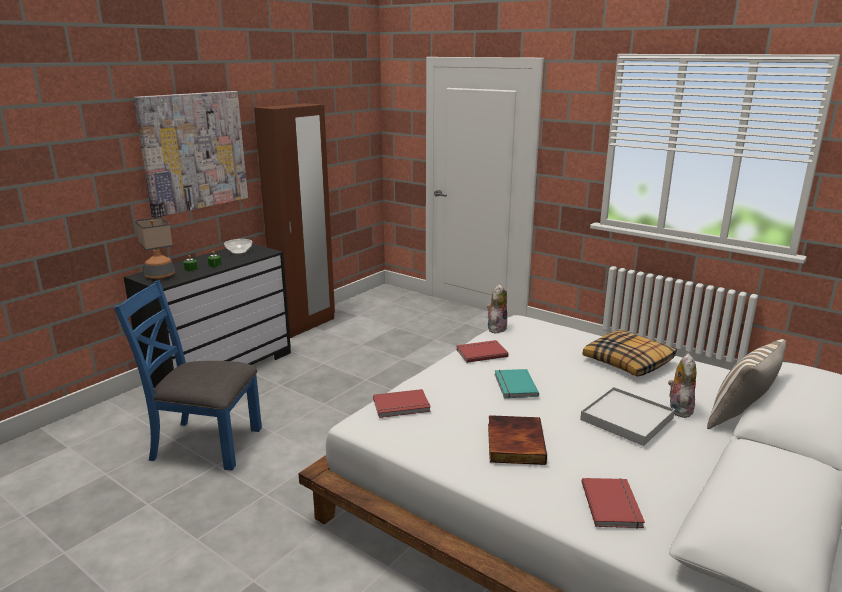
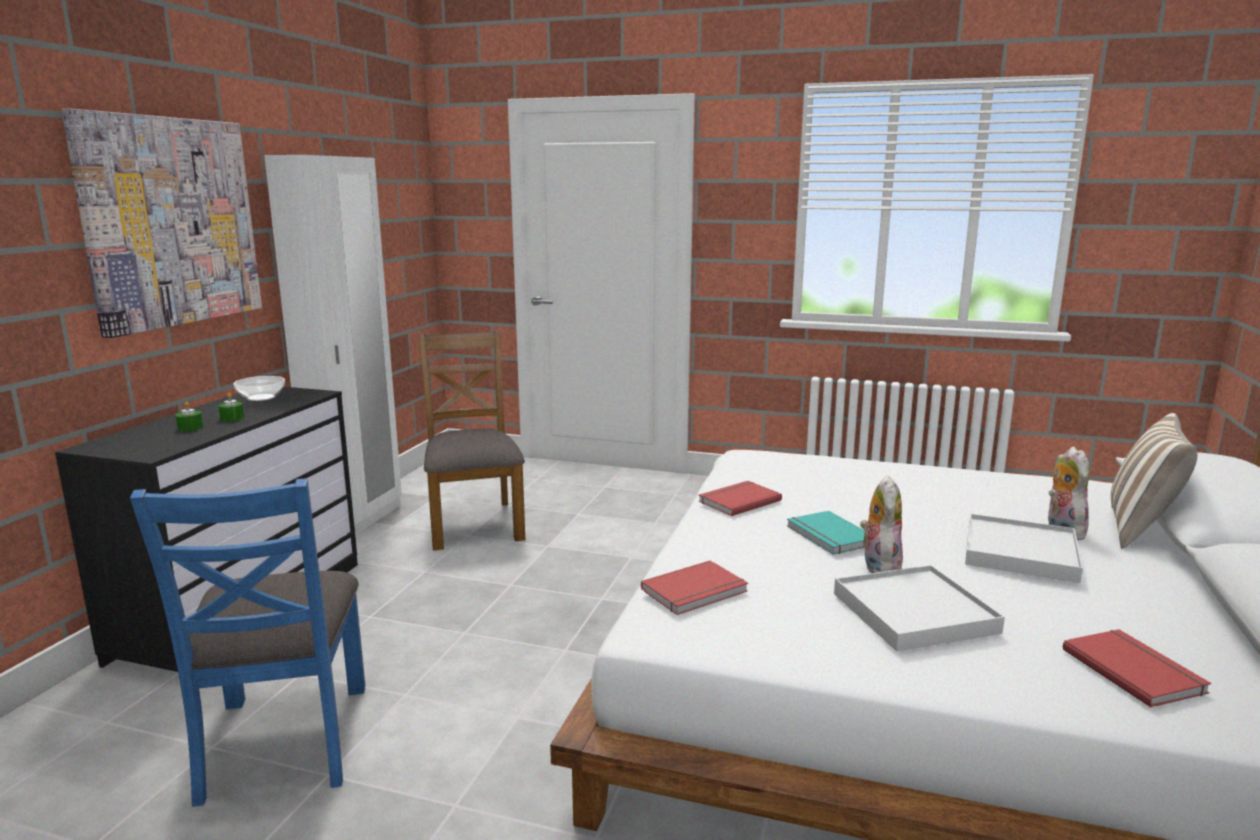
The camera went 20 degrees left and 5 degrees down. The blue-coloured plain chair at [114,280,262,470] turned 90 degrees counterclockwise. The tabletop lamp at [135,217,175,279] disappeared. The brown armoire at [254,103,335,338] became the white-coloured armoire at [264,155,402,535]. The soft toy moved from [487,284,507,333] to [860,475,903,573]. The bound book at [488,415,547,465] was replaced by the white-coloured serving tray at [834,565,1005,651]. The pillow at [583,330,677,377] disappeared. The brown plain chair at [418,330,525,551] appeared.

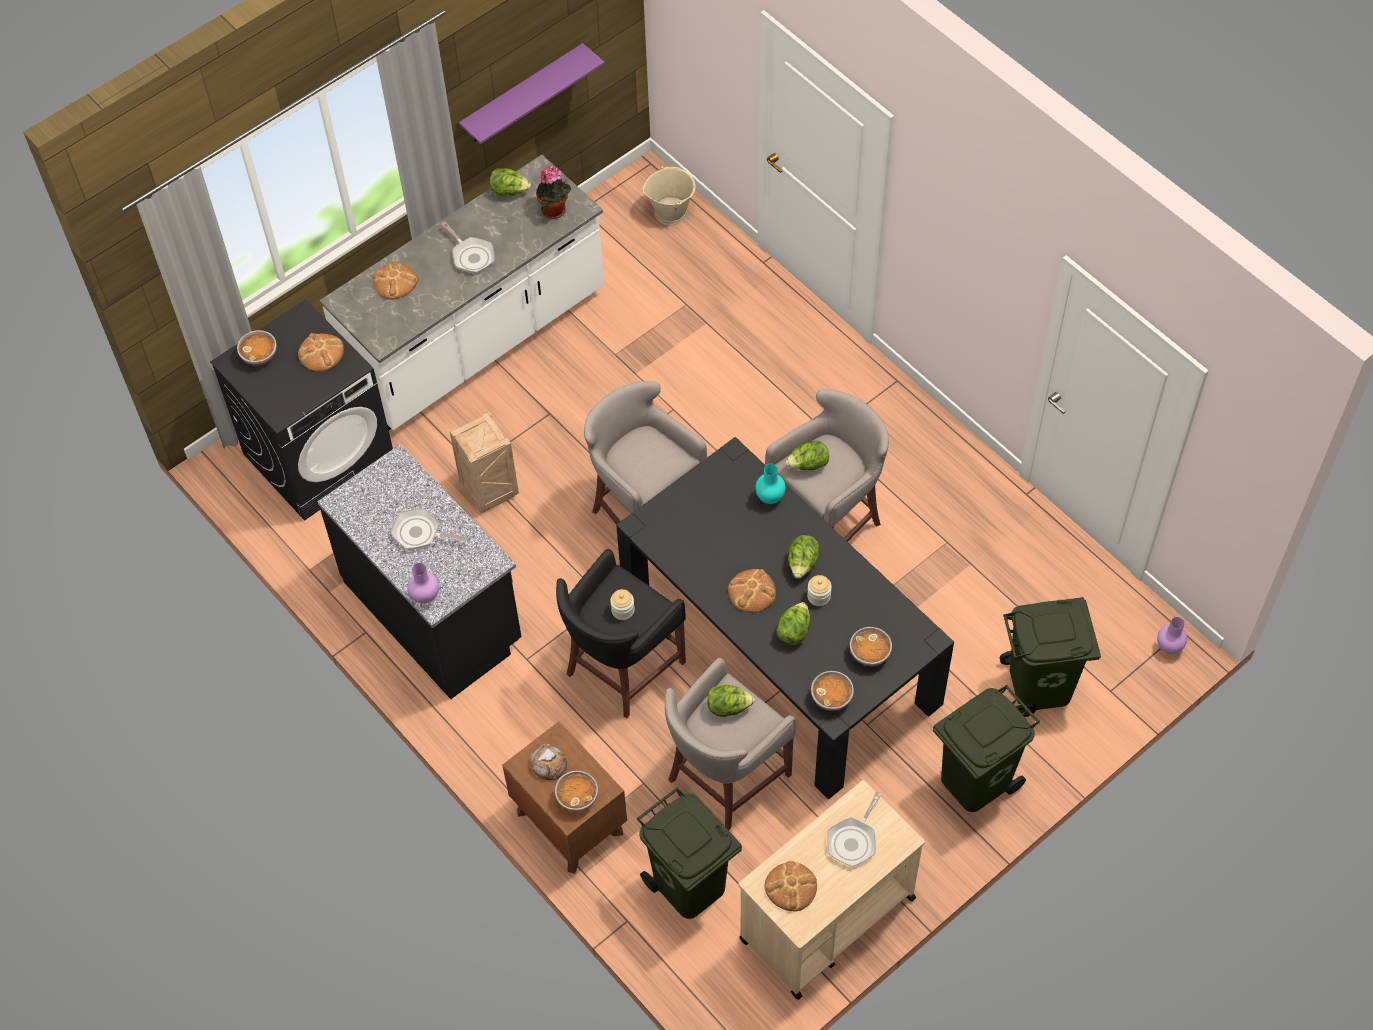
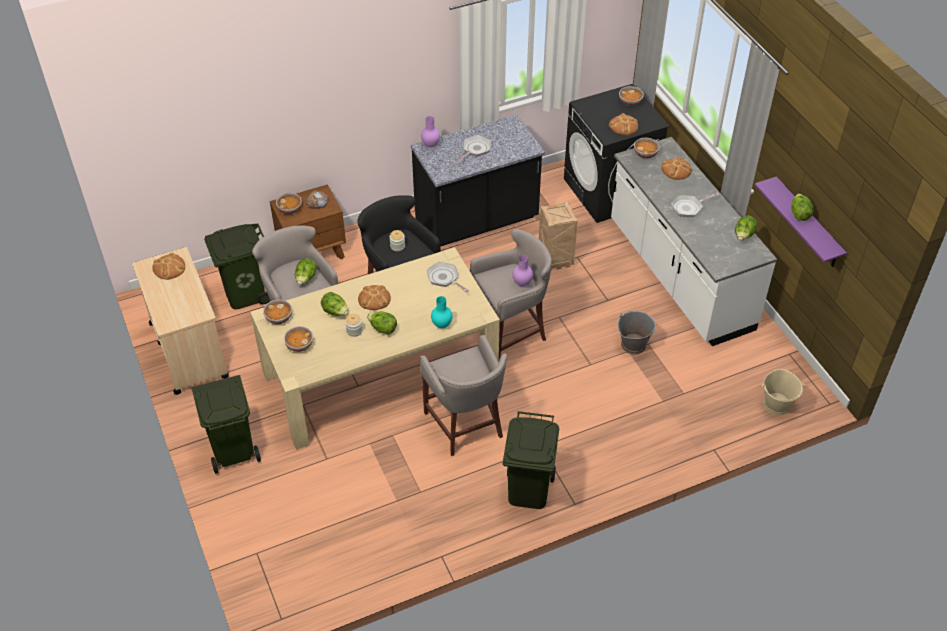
The camera went 105 degrees right and 10 degrees down. The potted plant at [536,166,571,219] disappeared. The blackish dining table at [616,437,954,800] became the beige dining table at [250,247,500,450]. The head of lettuce moved from [786,441,829,471] to [791,194,814,221]. The pan moved from [827,792,882,867] to [427,262,469,293]. The green waste bin moved from [1000,597,1101,717] to [503,411,559,509]. The purplish decorative vase moved from [1157,617,1187,654] to [513,255,533,286]. The gray pail at [618,310,656,355] appeared. The bowl at [634,138,660,159] appeared.

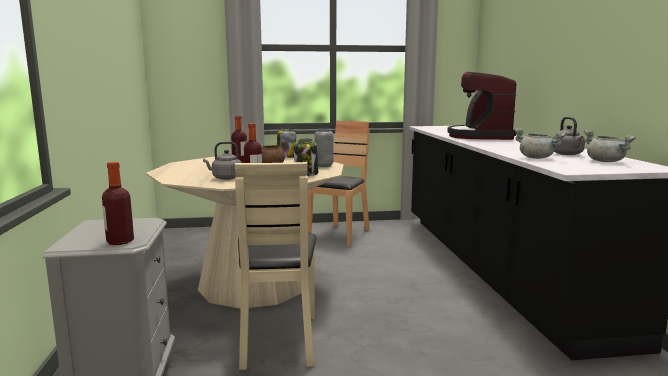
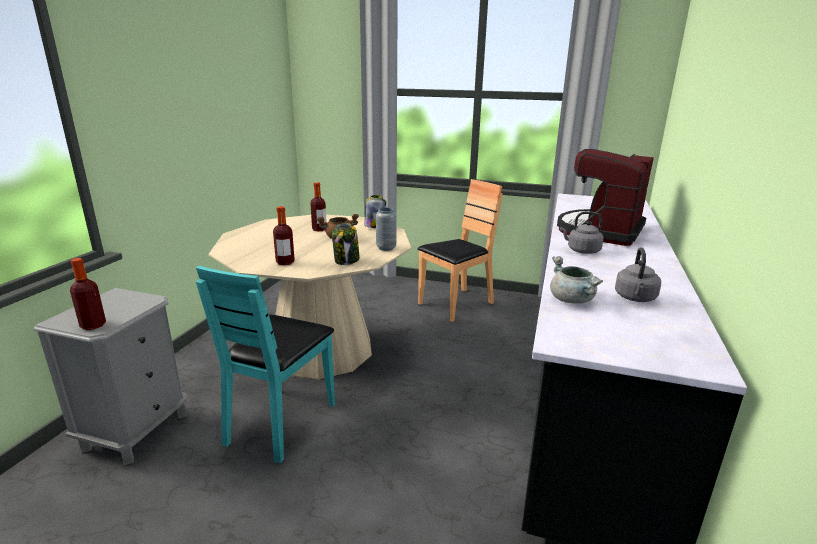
The camera went 25 degrees right and 10 degrees up. The gray water kettle moved from [203,141,242,180] to [560,212,604,254]. The beige plain chair at [235,162,317,370] became the turquoise plain chair at [196,266,335,463]. The gray saucepot at [584,130,636,162] disappeared.

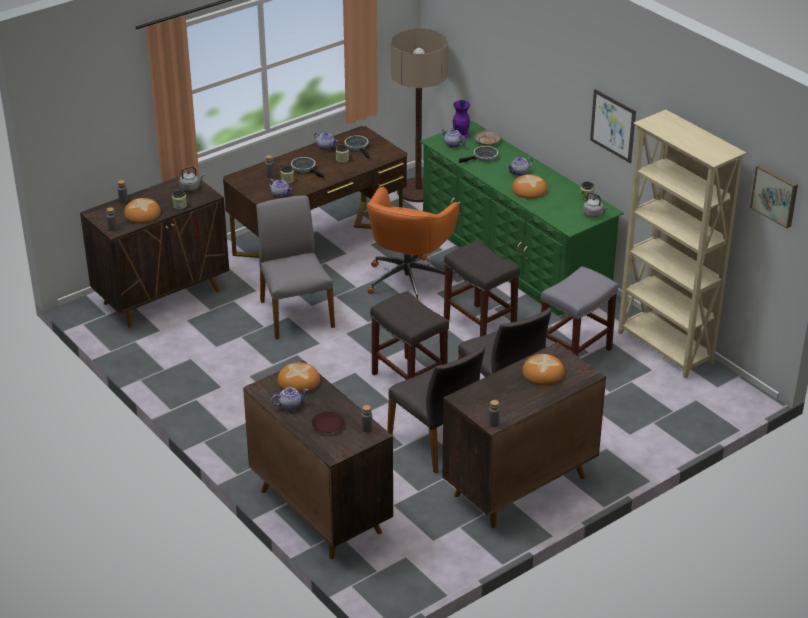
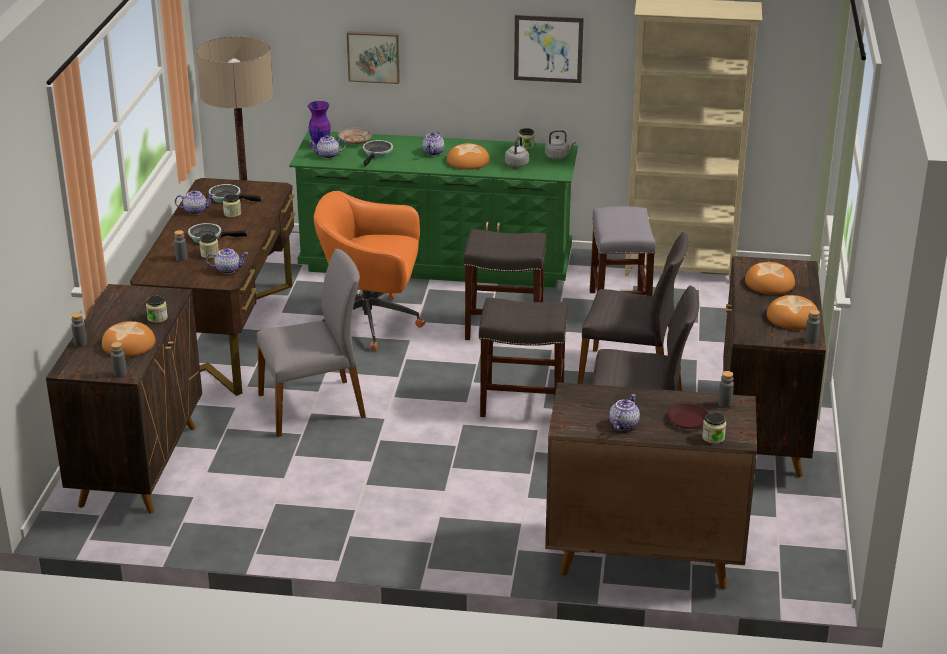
The camera went 45 degrees left and 5 degrees down. The gray water kettle moved from [179,166,205,191] to [505,136,529,168]. The gray plain chair at [256,195,335,340] turned 135 degrees clockwise. The bakery bread moved from [277,362,320,394] to [766,295,818,330]. The orange computer chair at [367,187,460,300] turned 120 degrees clockwise. The wall art moved from [750,164,798,228] to [347,31,400,84]. The storage jar at [702,412,726,444] appeared.

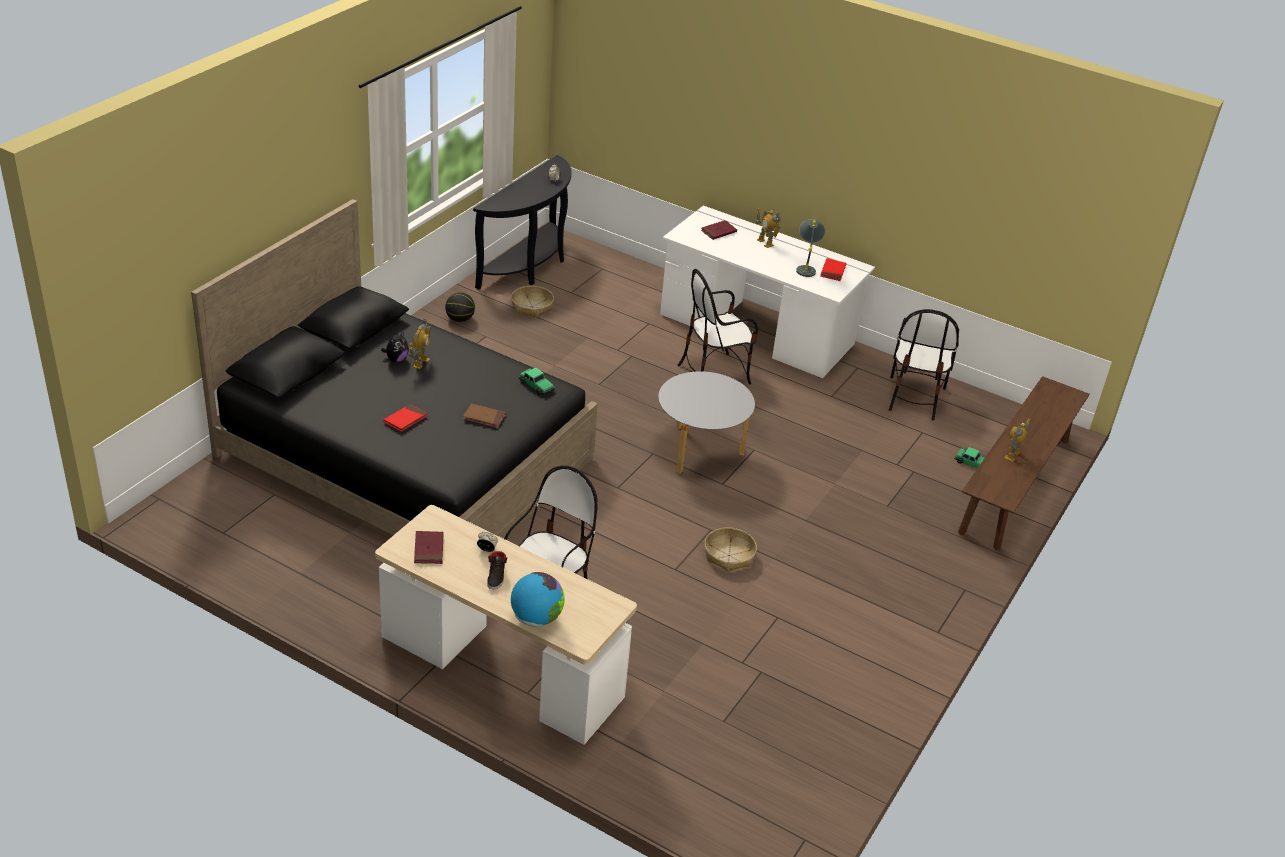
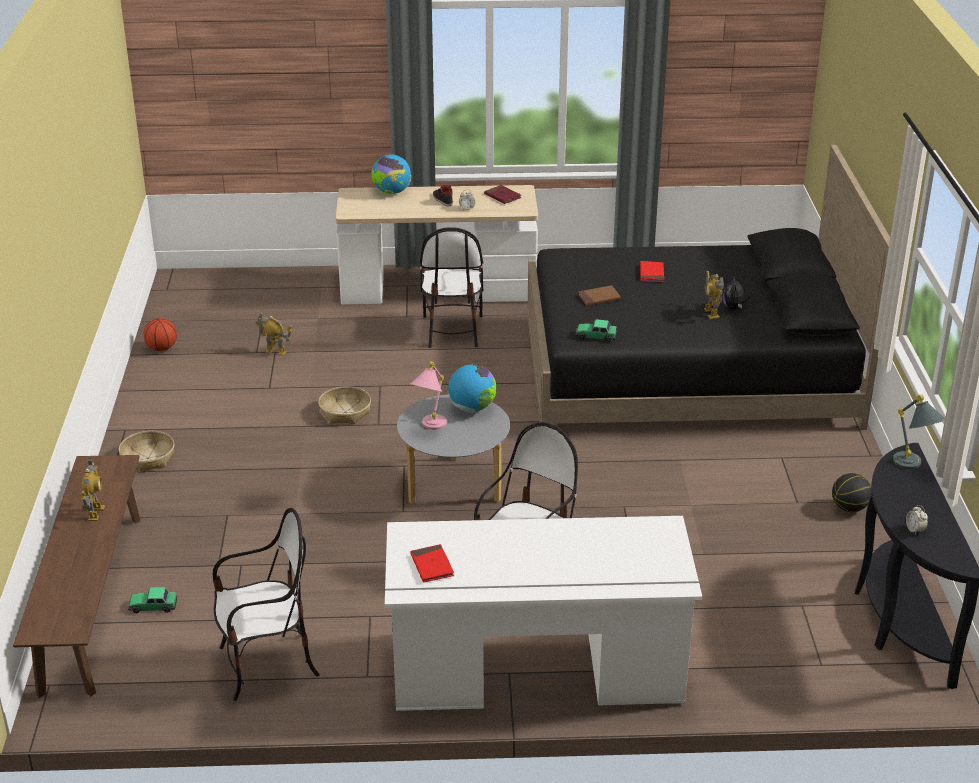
The camera went 150 degrees right and 5 degrees down. The household basket moved from [511,286,554,317] to [119,431,175,473]. The reddish bound book at [701,220,737,240] disappeared. The model robot moved from [756,208,781,248] to [256,312,292,356]. The gray tabletop lamp moved from [796,219,825,277] to [893,394,946,469]. The plain chair at [889,309,959,420] turned 90 degrees clockwise. The basketball at [144,318,177,351] appeared. The pinkish tabletop lamp at [410,362,447,430] appeared. The globe at [448,364,497,413] appeared.

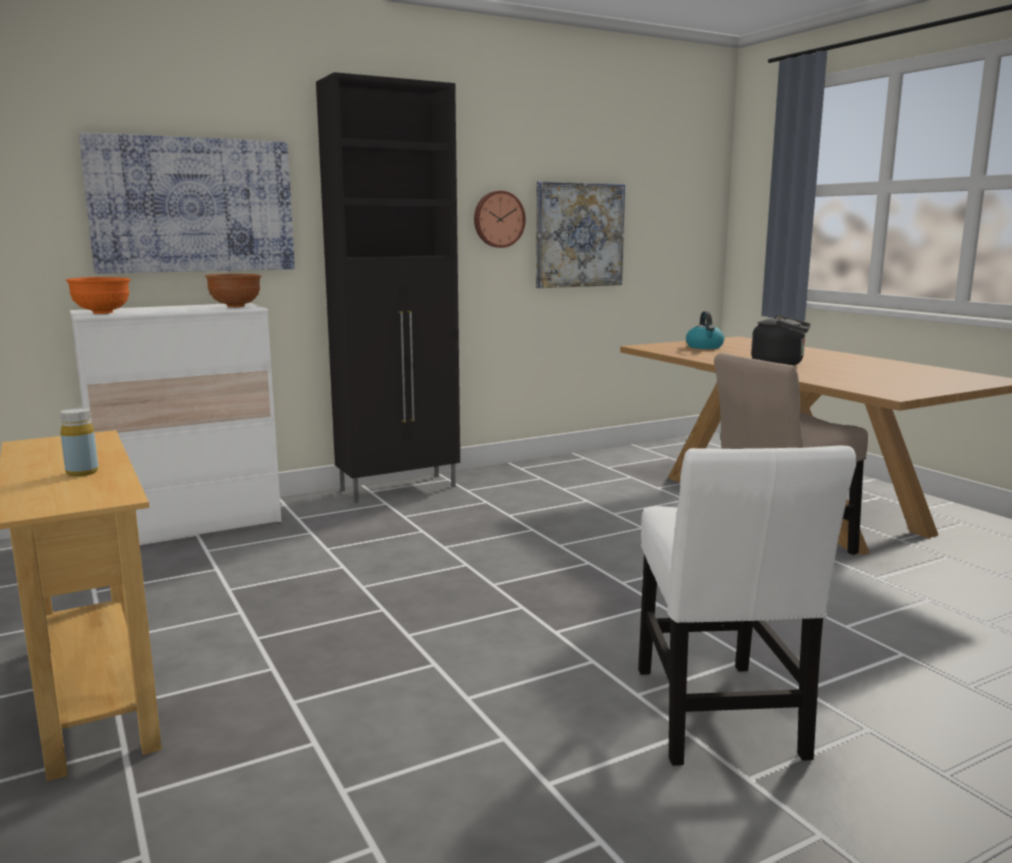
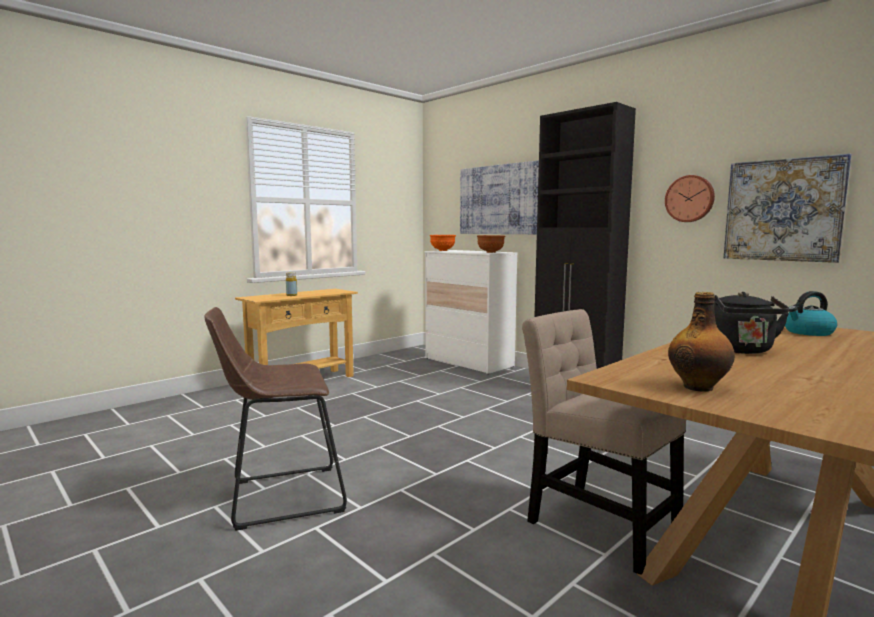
The camera went 75 degrees right and 5 degrees down. The white-coloured plain chair at [638,445,856,766] was replaced by the brown sitting stool at [204,307,347,531]. The bottle at [668,292,735,392] appeared.

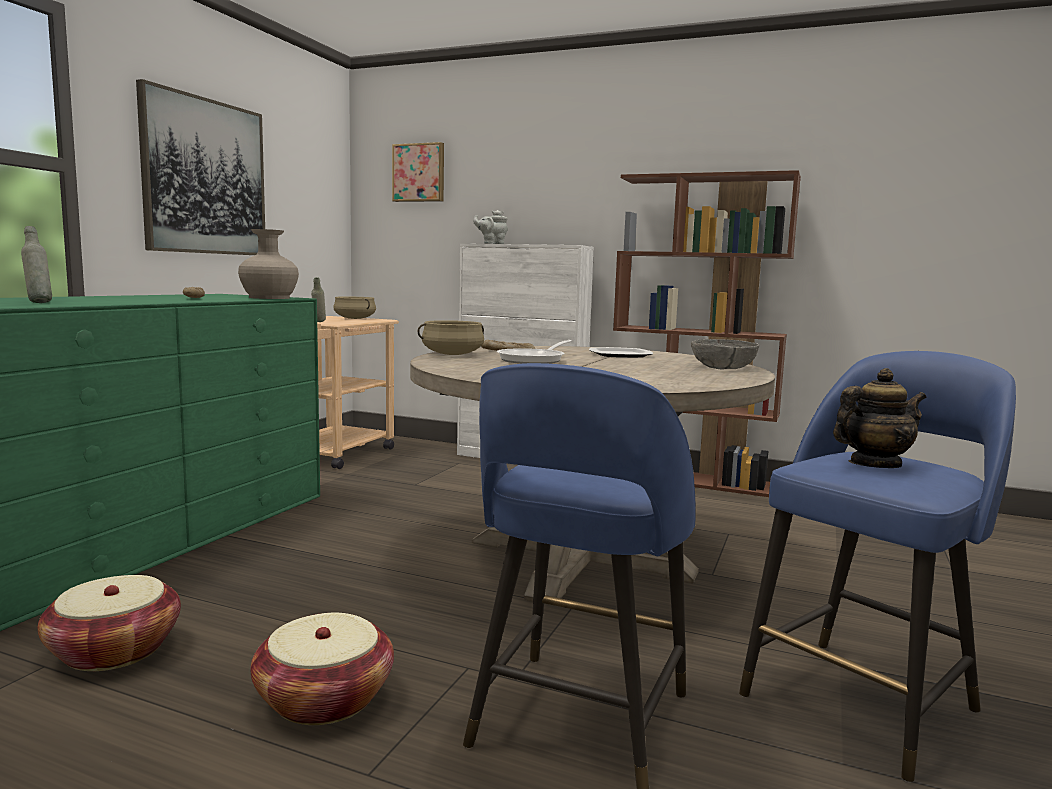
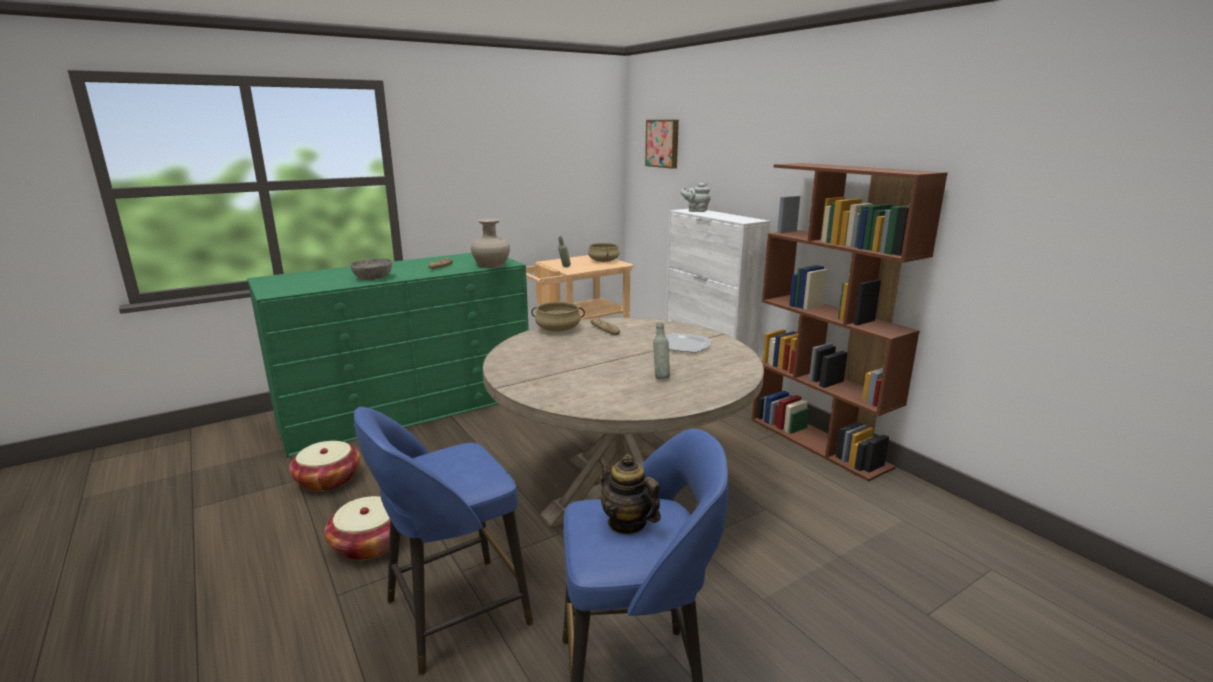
The camera went 35 degrees right and 10 degrees up. The gray bottle moved from [21,226,52,303] to [653,323,670,379]. The wall art at [136,79,265,255] disappeared. The pan at [497,340,572,364] disappeared. The gray bowl moved from [691,339,759,370] to [350,258,392,280]. The teapot at [833,368,927,468] turned 150 degrees counterclockwise.

